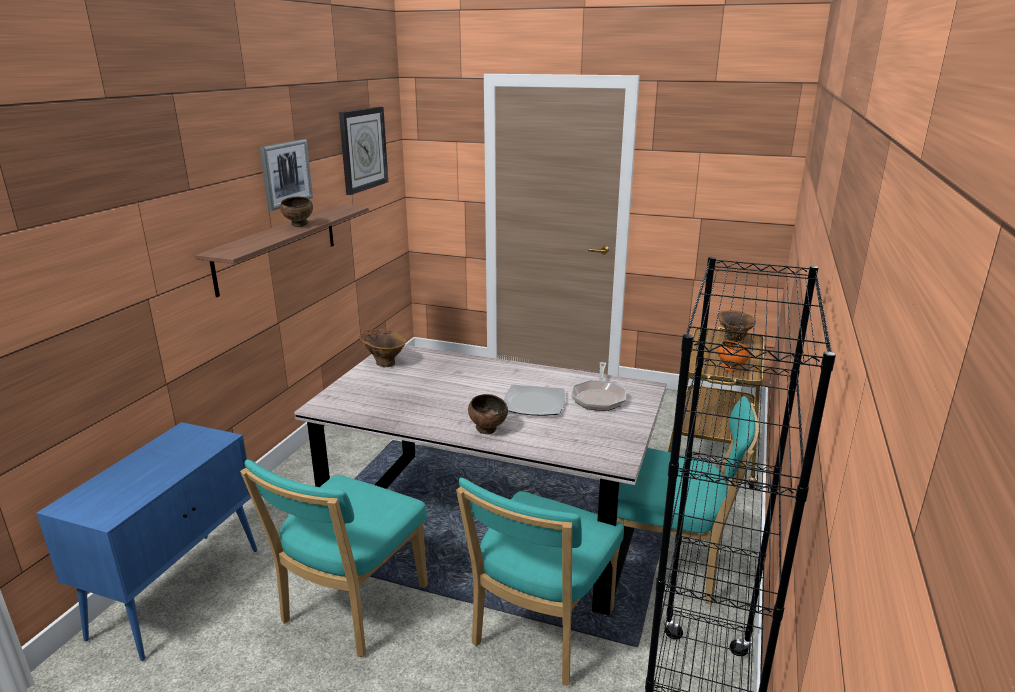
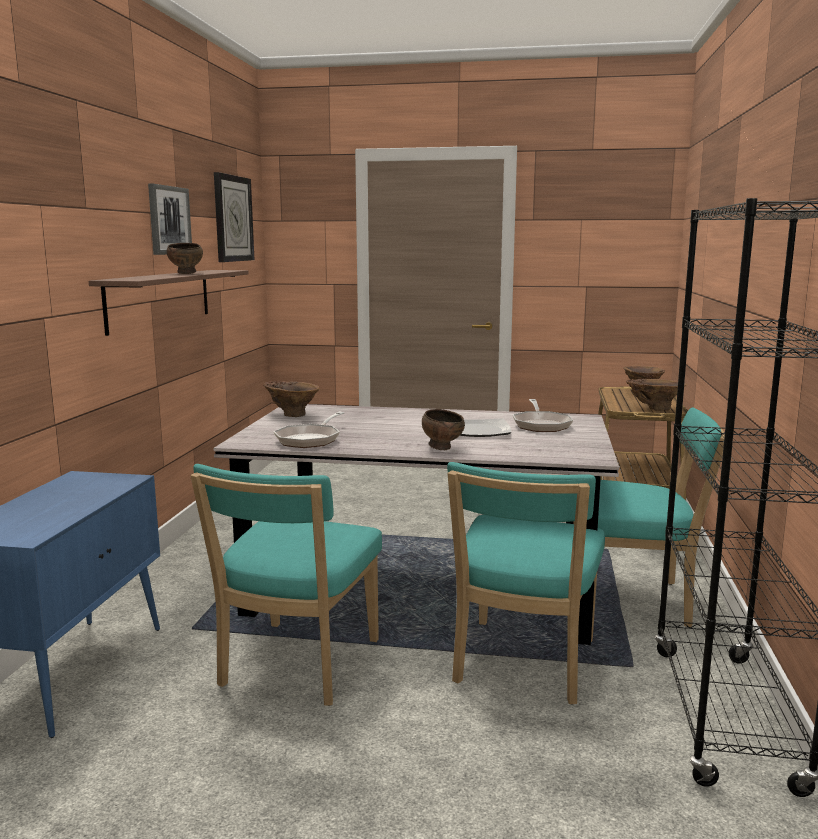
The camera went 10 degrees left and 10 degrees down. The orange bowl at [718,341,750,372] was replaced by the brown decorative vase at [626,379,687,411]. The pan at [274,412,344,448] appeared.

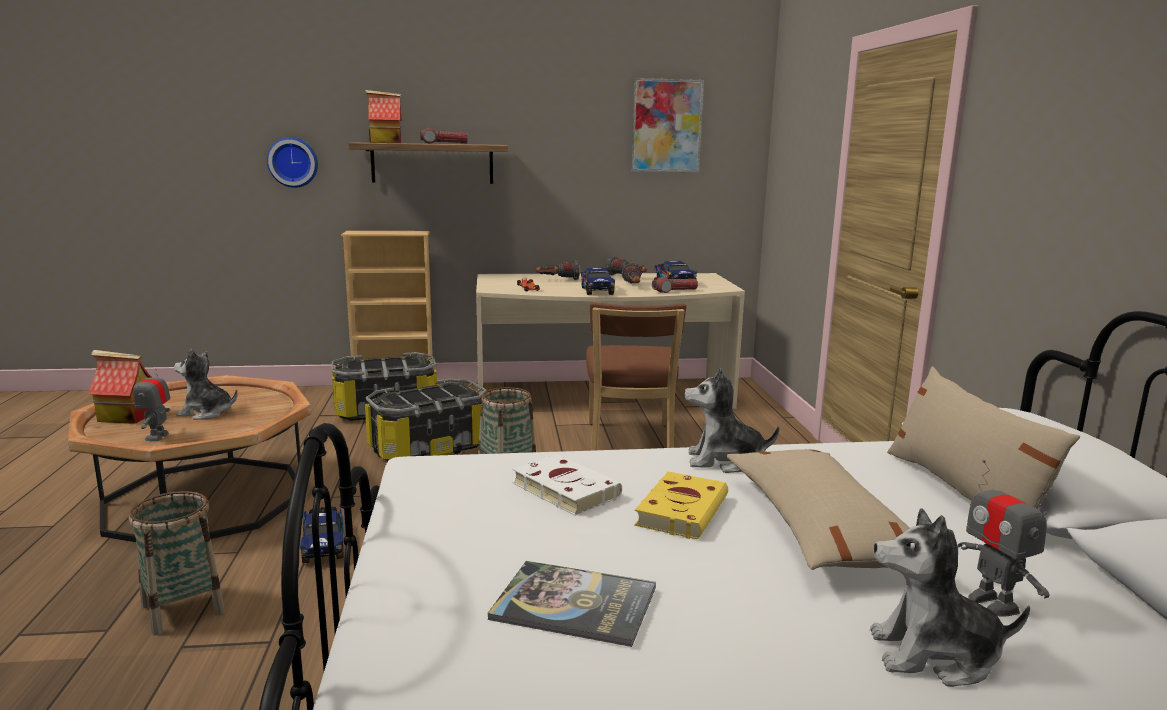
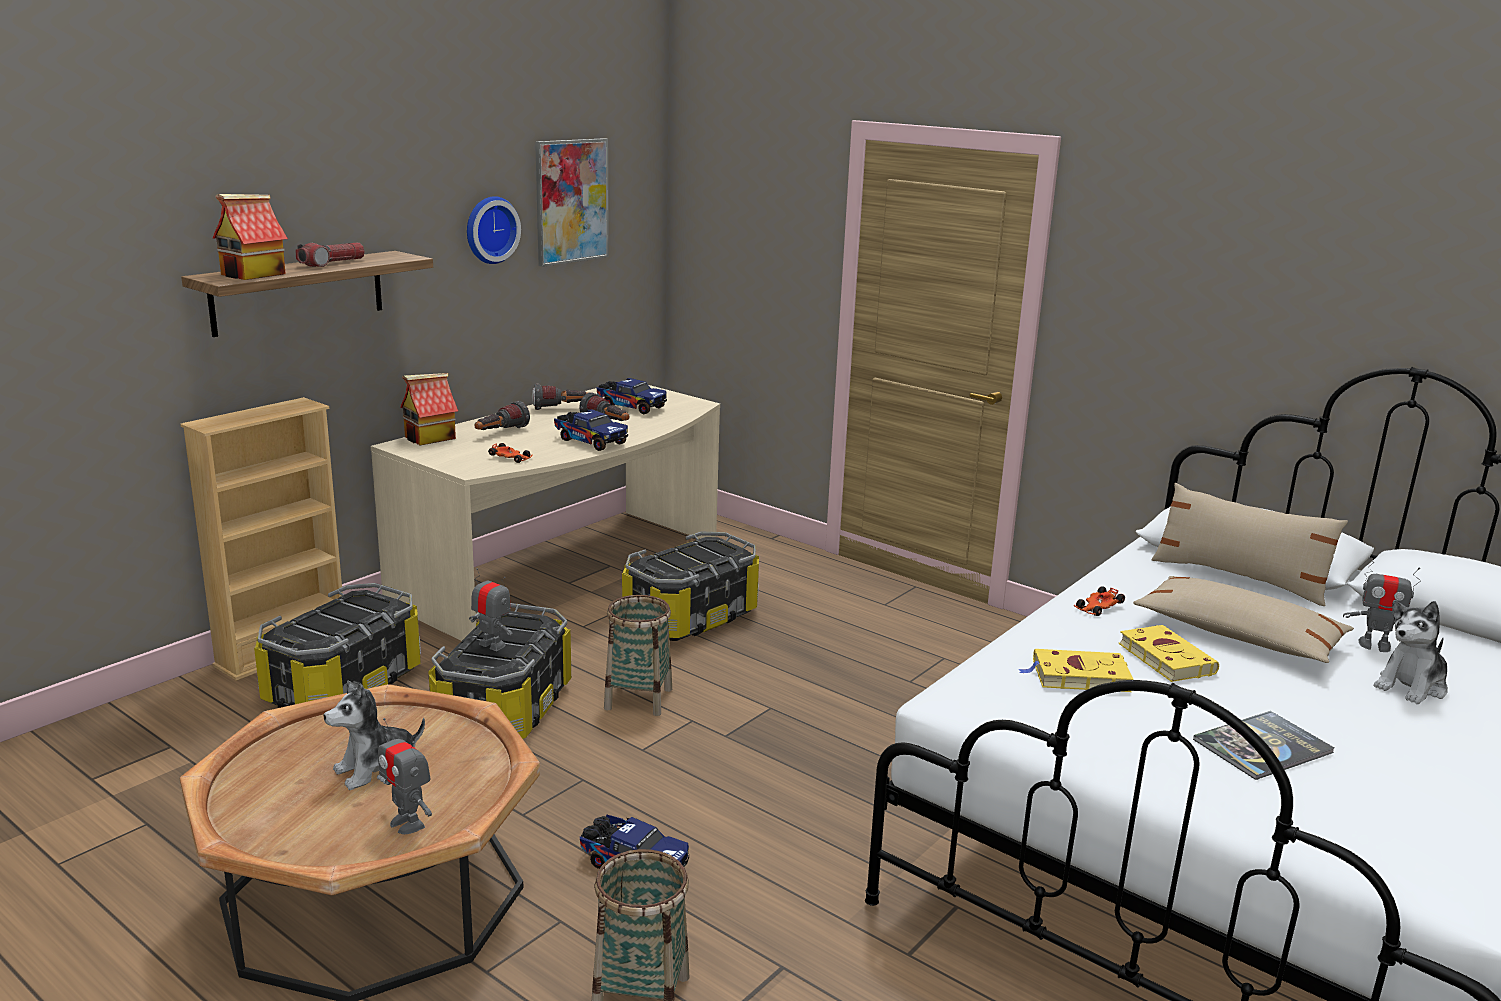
The camera went 45 degrees left and 5 degrees up. The miniature house moved from [88,350,153,424] to [400,373,458,445]. The wall clock moved from [267,137,318,188] to [467,196,521,264]. The white-coloured bound book at [512,454,622,516] became the yellow bound book at [1018,649,1134,692]. The brown plain chair at [586,302,686,451] was replaced by the storage bin at [622,532,759,641]. The torch at [652,277,698,293] disappeared. The soft toy at [684,368,780,473] was replaced by the model car at [1074,586,1125,616]. The model robot at [469,568,513,651] appeared.

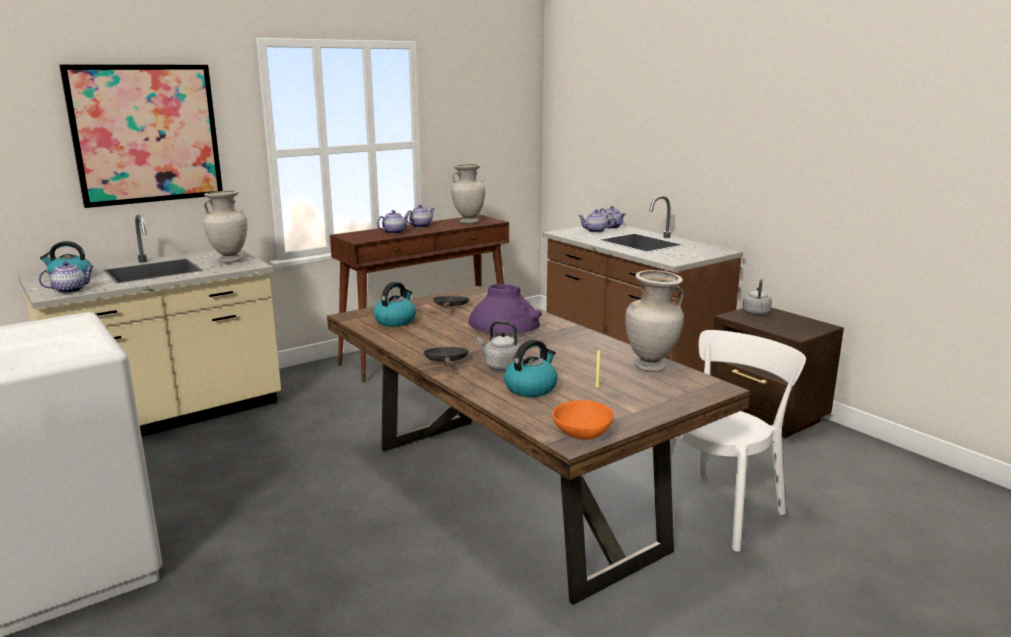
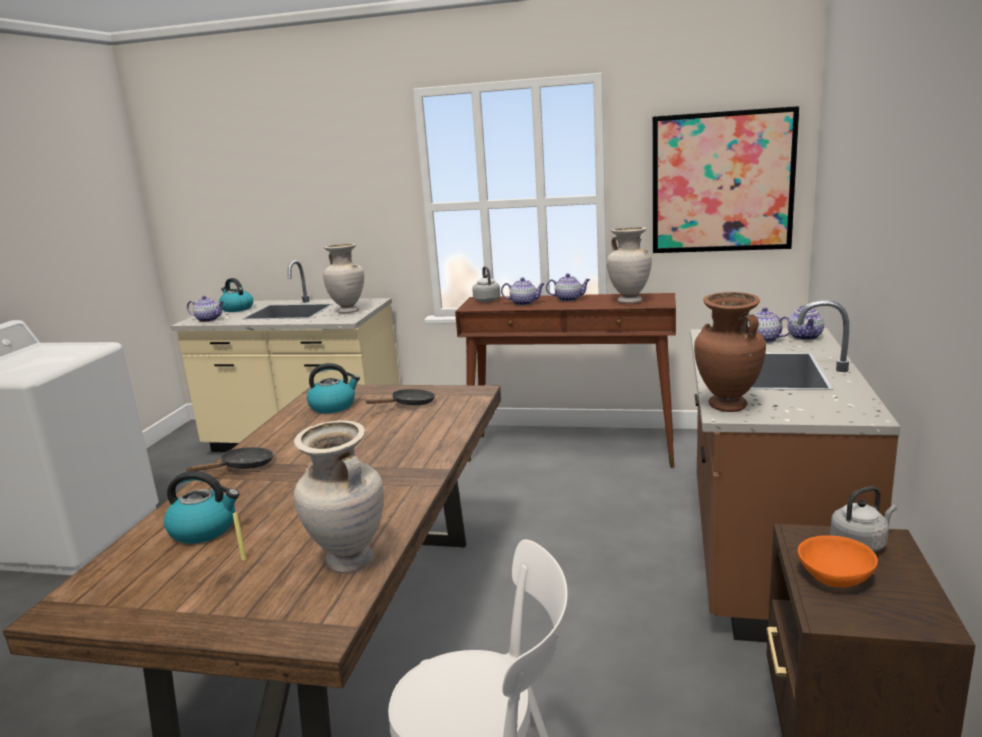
The camera went 50 degrees right and 0 degrees up. The wall art moved from [59,64,223,208] to [653,106,799,253]. The purplish decorative vase at [469,284,542,333] disappeared. The gray water kettle moved from [477,321,521,370] to [472,266,500,302]. The orange bowl moved from [552,400,614,440] to [798,536,878,587]. The brown decorative vase at [694,292,766,412] appeared.

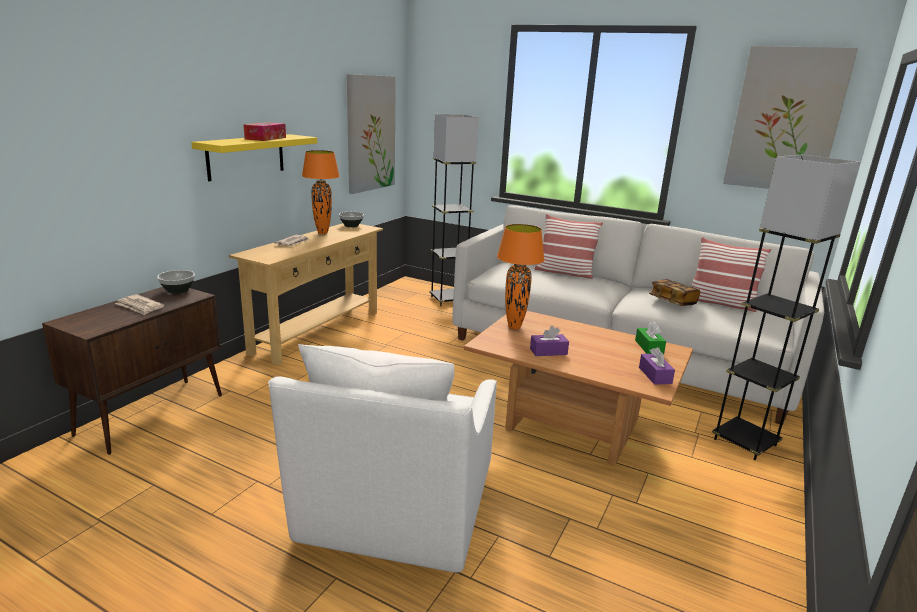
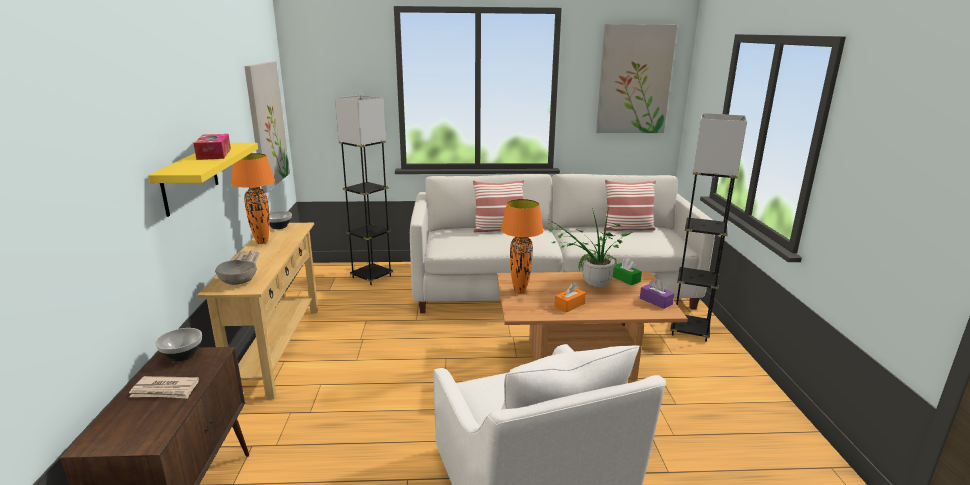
The camera went 30 degrees left and 0 degrees up. The purplish box of tissues at [530,326,569,356] became the orange box of tissues at [554,283,586,313]. The bound book at [649,279,700,306] disappeared. The gray bowl at [215,260,257,285] appeared. The potted plant at [547,207,631,287] appeared.

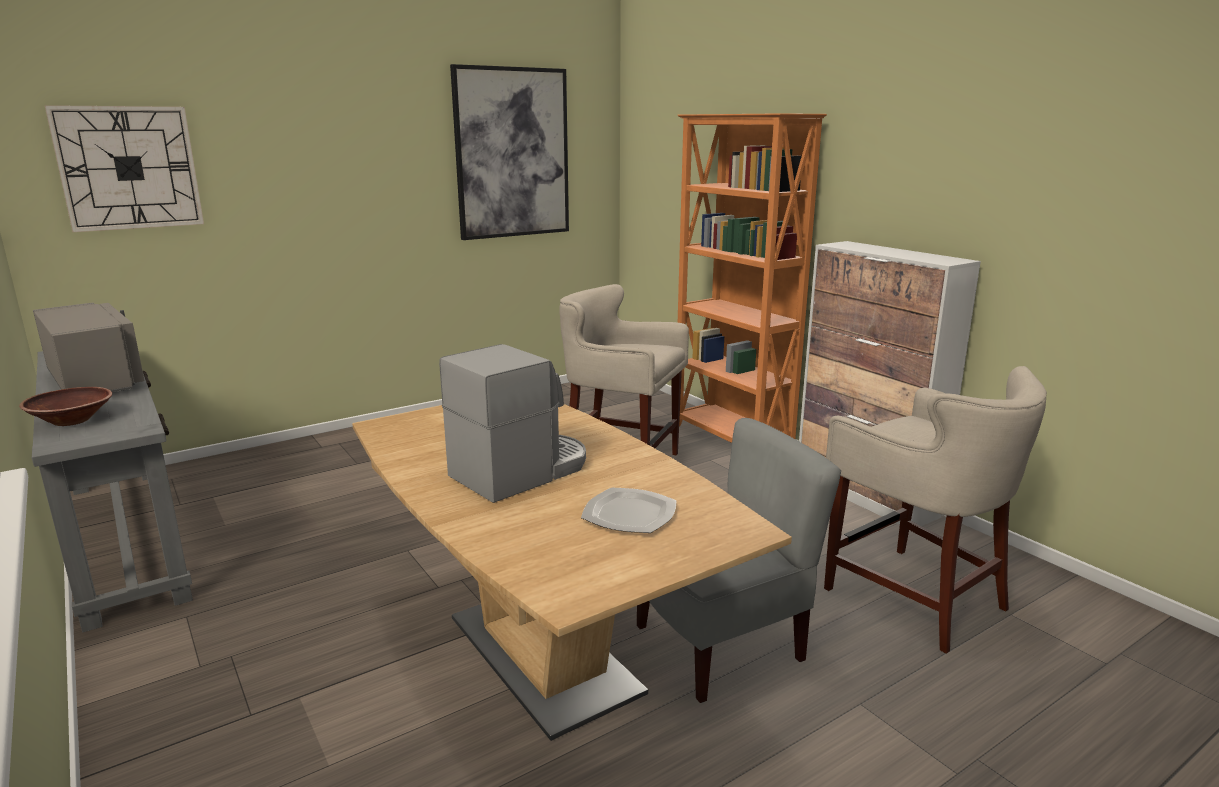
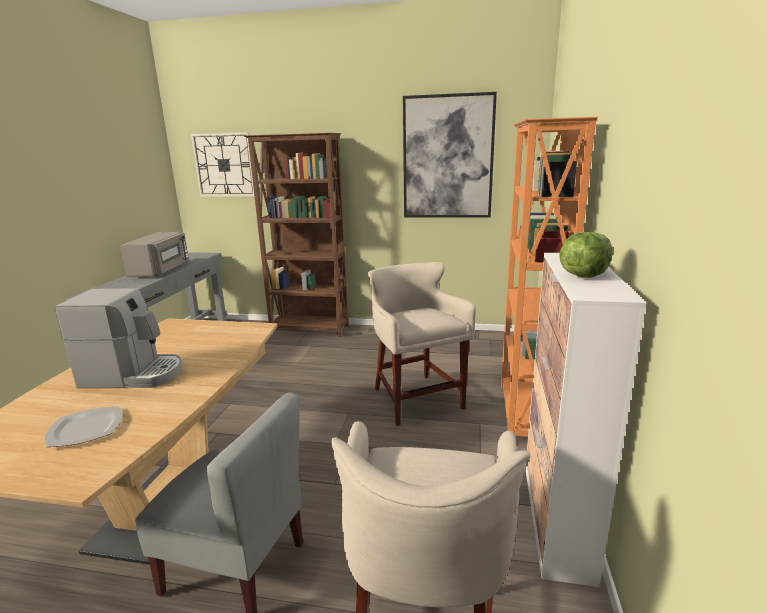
The camera went 45 degrees right and 0 degrees up. The brown bowl at [19,387,112,426] disappeared. The brown bookshelf at [244,133,349,337] appeared. The head of lettuce at [559,232,612,278] appeared.

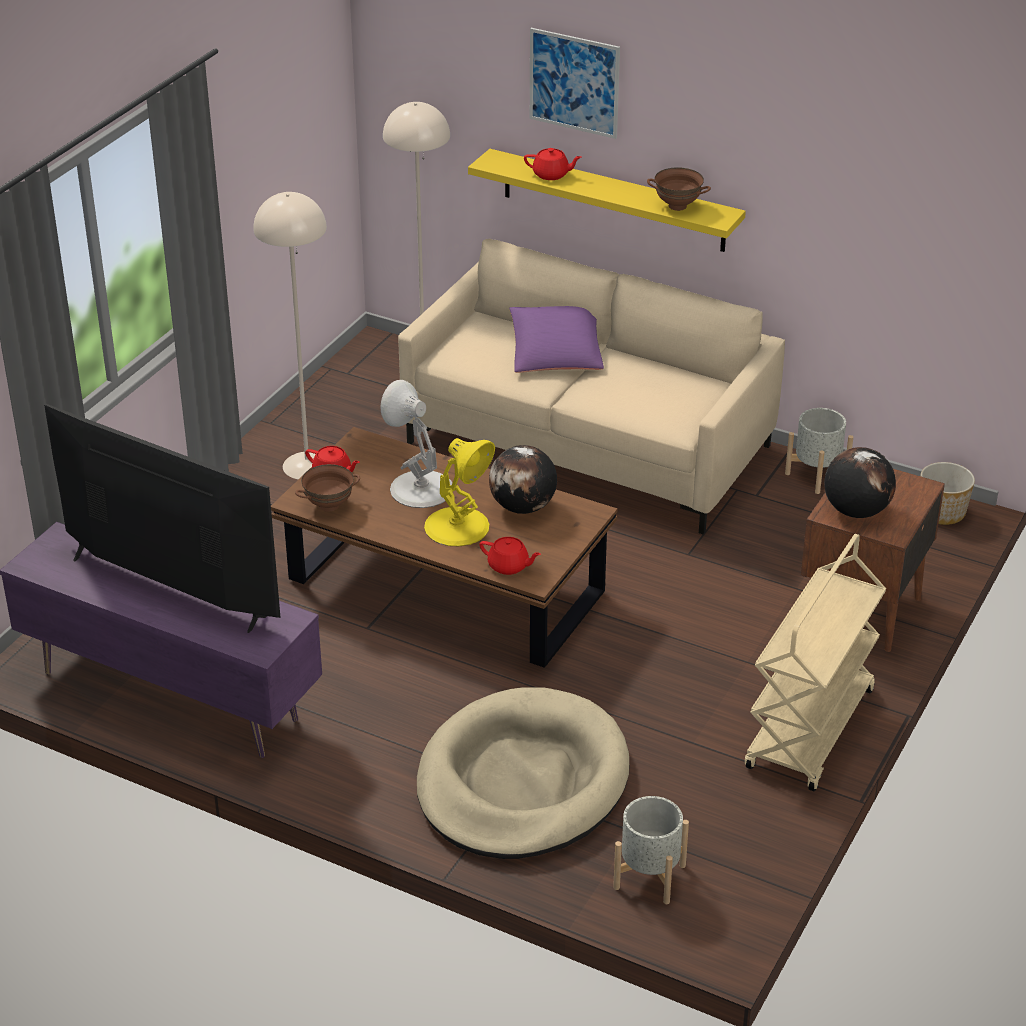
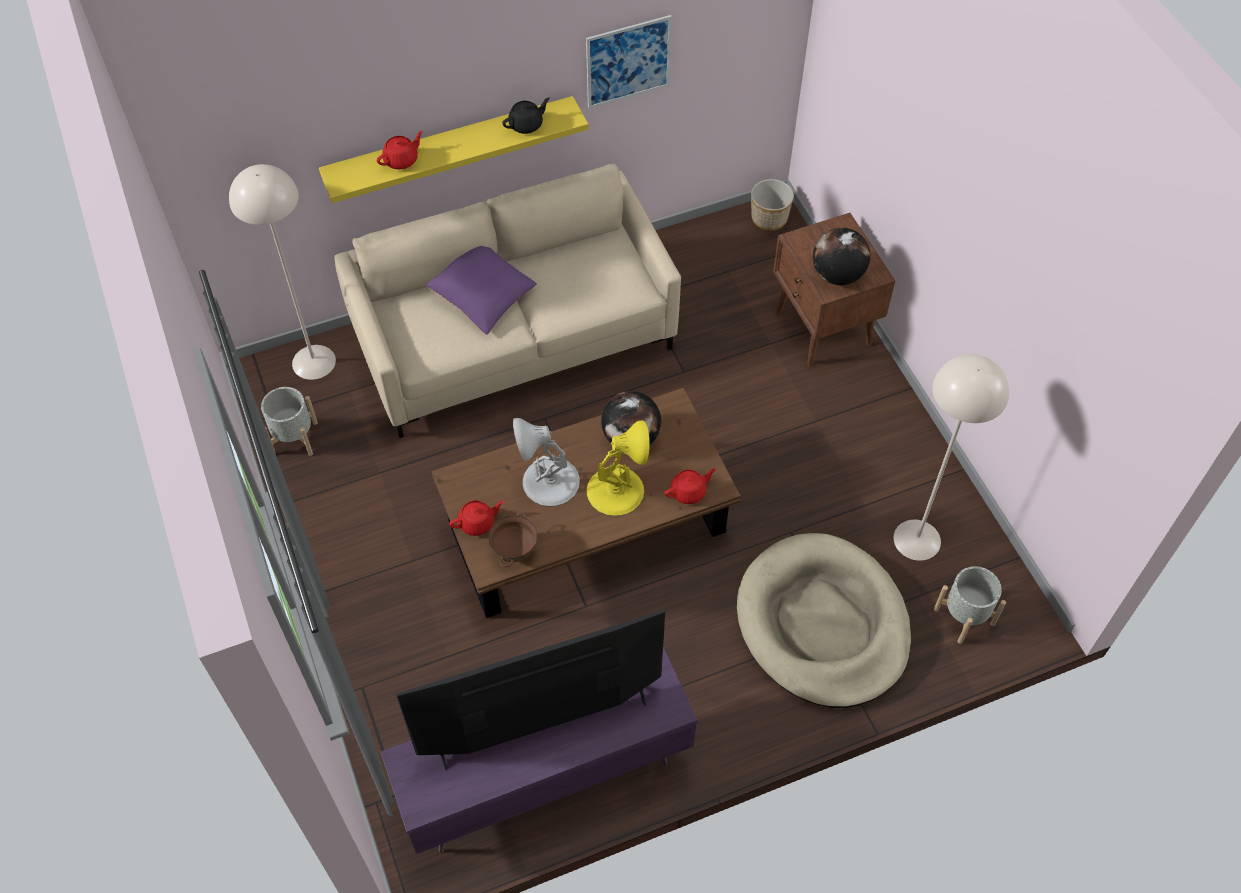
The camera went 50 degrees left and 20 degrees up. The beige floor lamp moved from [253,192,327,479] to [894,354,1009,561]. The wall art moved from [530,28,620,139] to [586,15,672,109]. The brown bowl at [647,167,711,211] was replaced by the blackish teapot at [502,98,550,134]. The beige wheeled cart at [745,534,886,791] disappeared. The gray plant pot moved from [785,408,853,494] to [261,387,318,456].

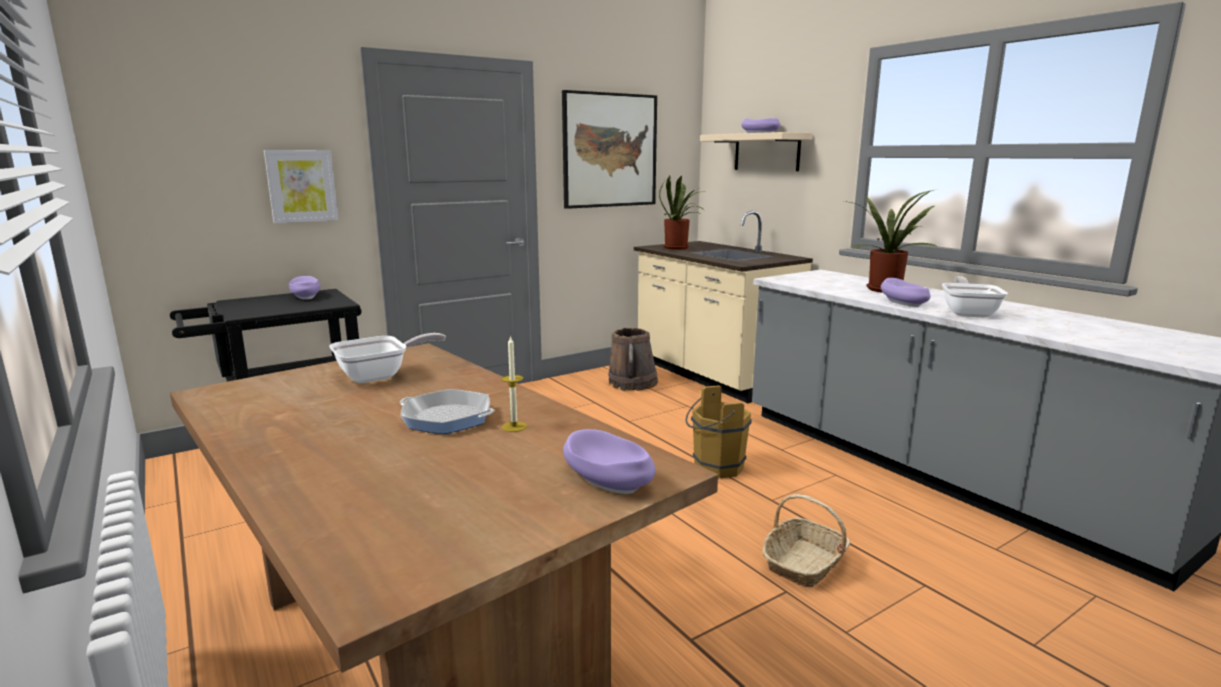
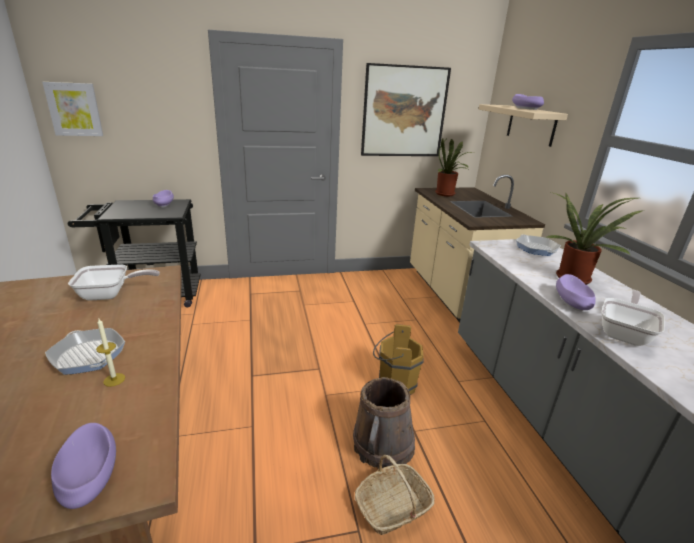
The camera went 20 degrees right and 10 degrees up. The wall art moved from [264,150,339,223] to [42,82,103,136]. The brown pail moved from [608,328,658,391] to [353,377,415,469]. The pan at [516,234,561,256] appeared.

